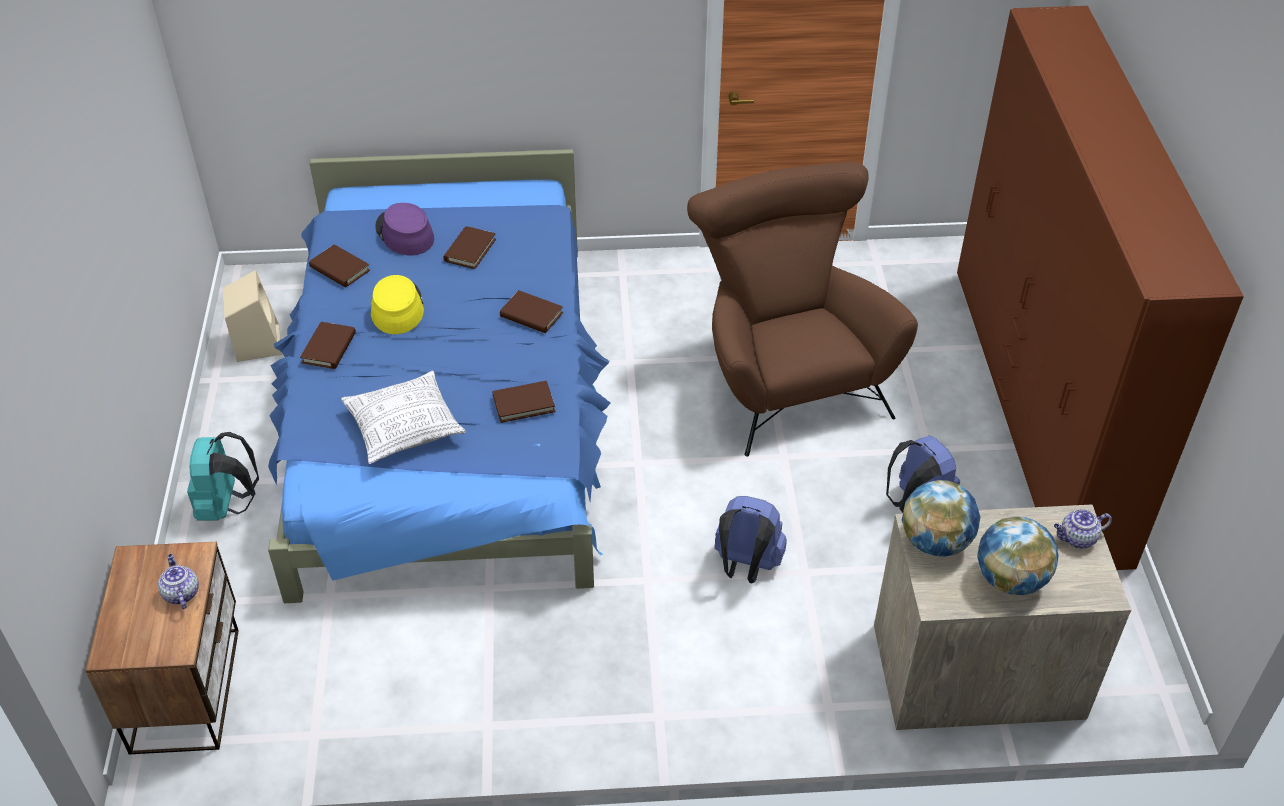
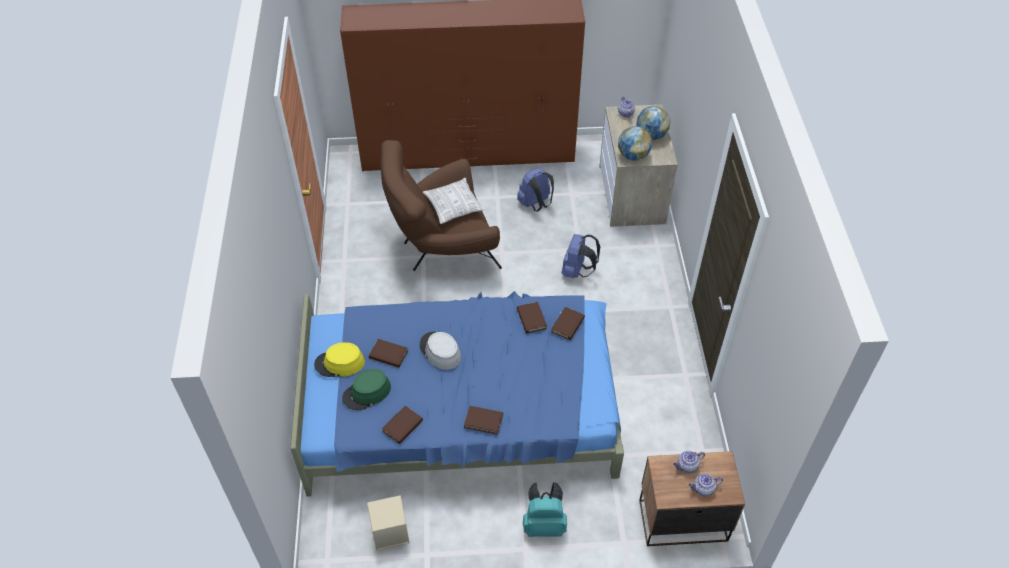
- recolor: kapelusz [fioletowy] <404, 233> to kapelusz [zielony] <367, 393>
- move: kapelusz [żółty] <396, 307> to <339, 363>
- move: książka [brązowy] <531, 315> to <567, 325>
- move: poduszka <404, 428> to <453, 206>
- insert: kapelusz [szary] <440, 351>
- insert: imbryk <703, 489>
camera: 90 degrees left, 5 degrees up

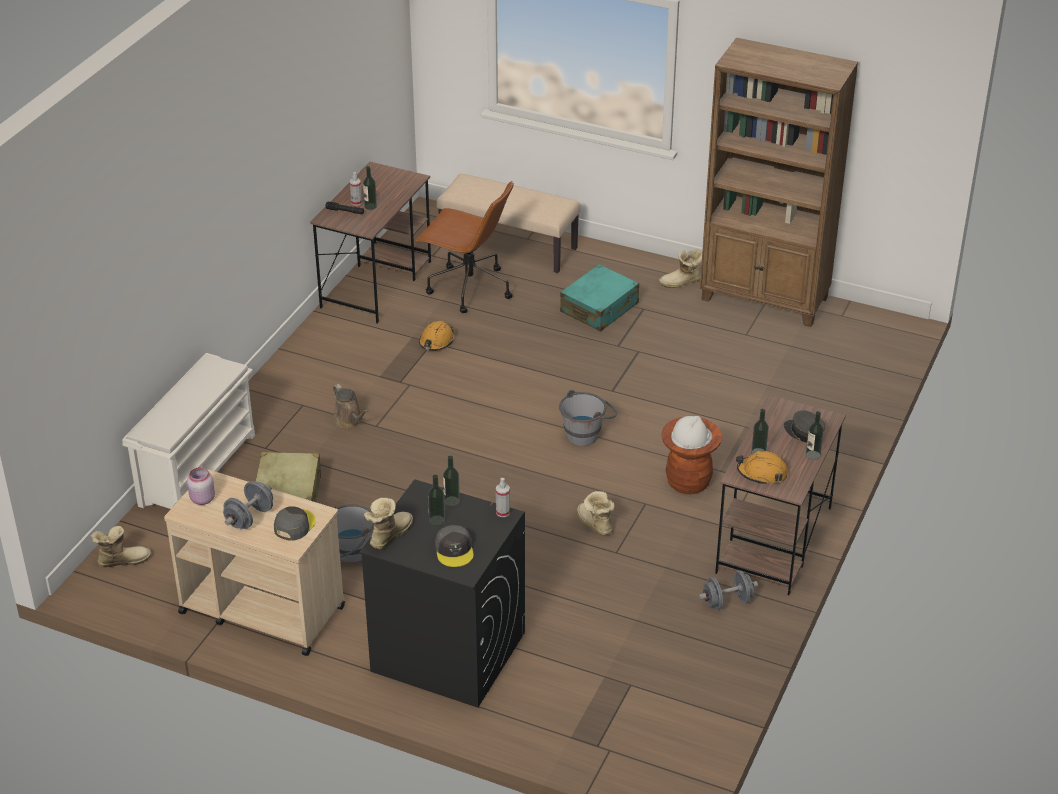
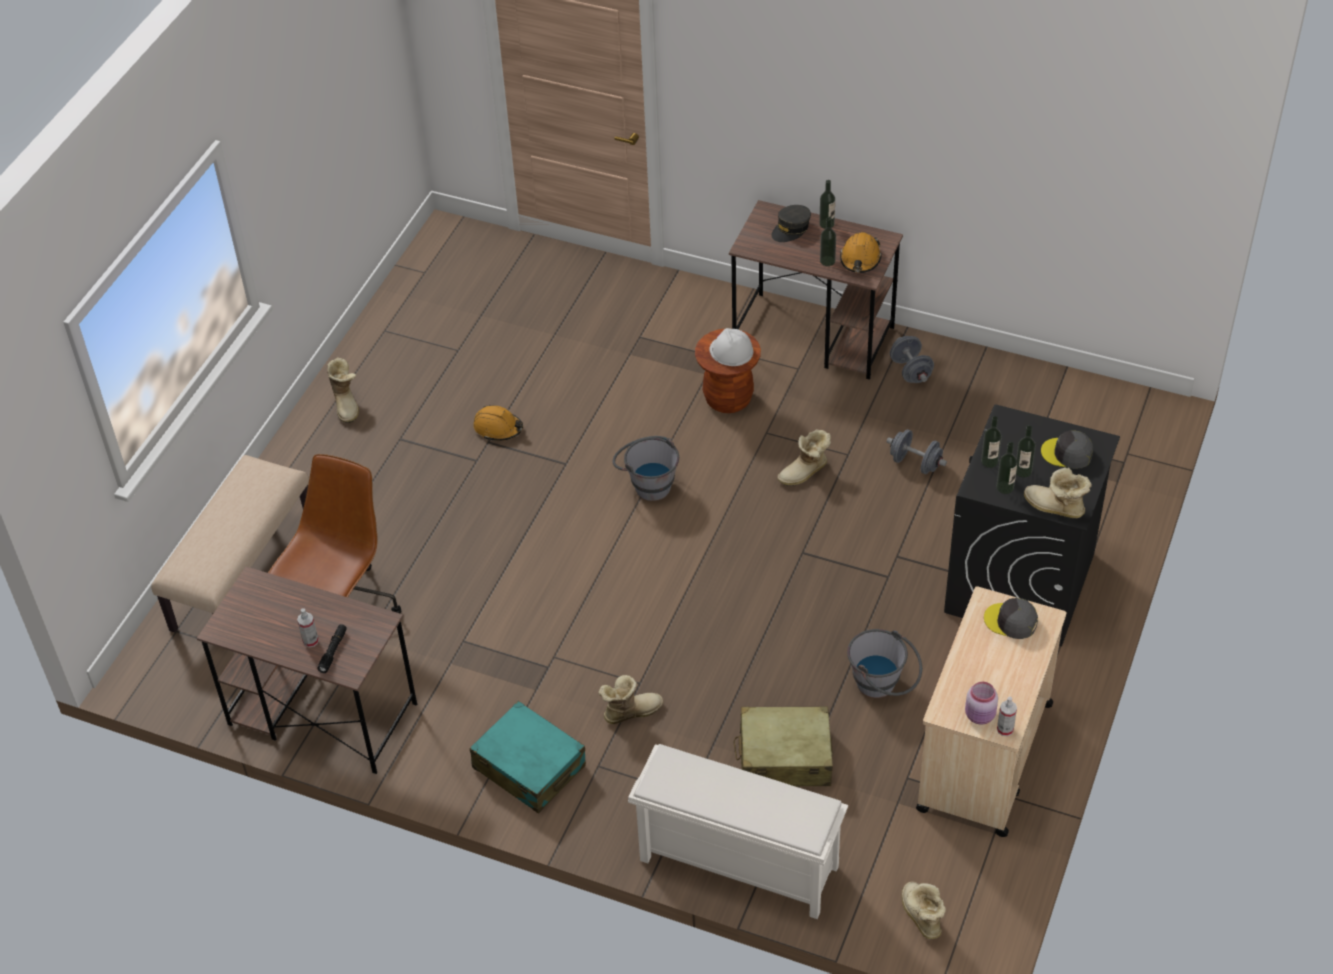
- delete: regał [brązowy] <765, 299>
- move: butelka <370, 206> to <1005, 487>
- move: walizka [turkusowy] <599, 308> to <529, 767>
- move: kask [pomarańczowy] <436, 342> to <498, 428>
- replace: konewka [brązowy] <350, 421> to but z cholewką <630, 711>
- move: spryskiwacz <503, 512> to <1005, 729>
- move: hantel [szary] <249, 518> to <915, 463>
- rotate: czapka z daszkiem [szary] <454, 550> = <1067, 453> 150 degrees counterclockwise
camera: 90 degrees left, 10 degrees up

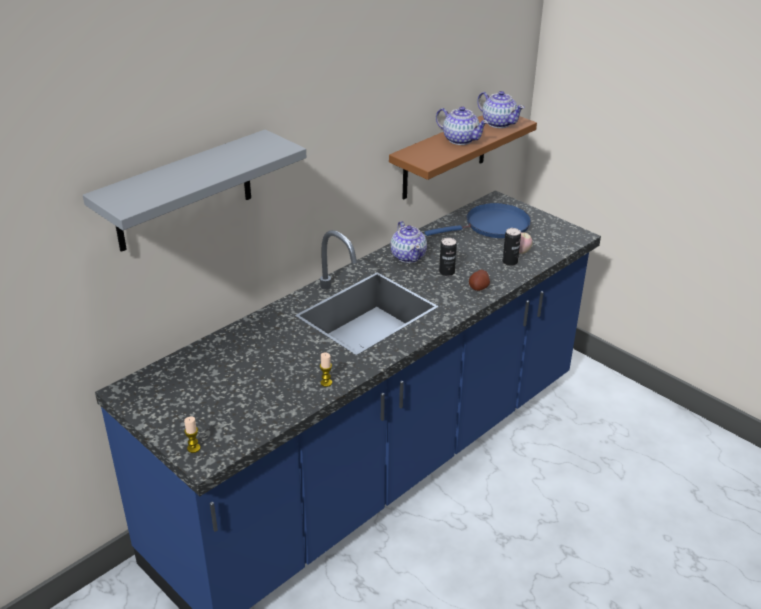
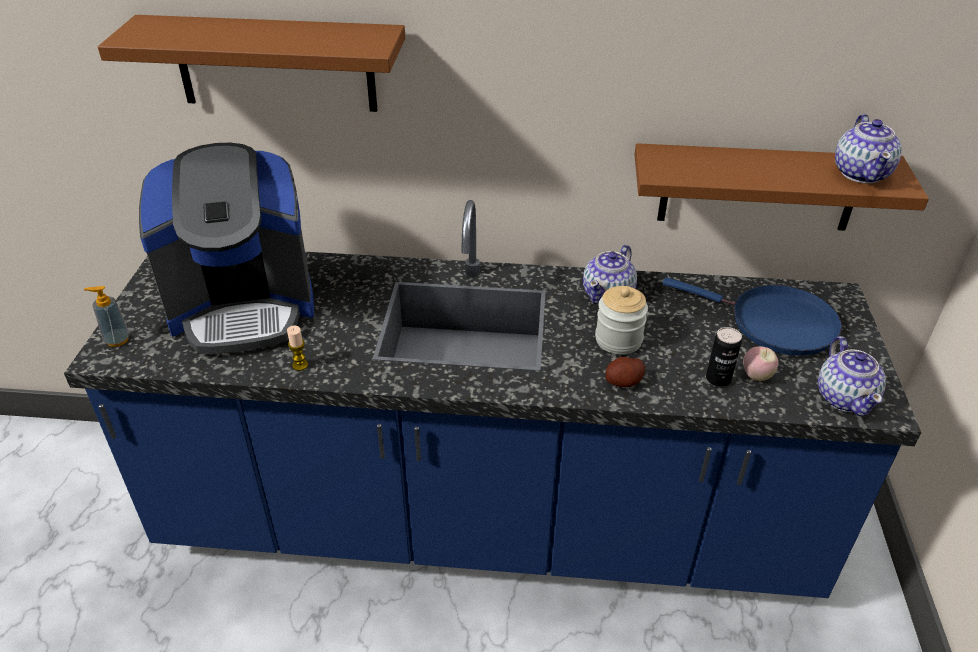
- move: imbryk <460, 139> to <845, 397>
- recolor: półka [szary] <184, 191> to półka [brązowy] <275, 64>
- replace: puszka <446, 272> to słoik <618, 340>
- replace: świeca <193, 448> to dozownik mydła <117, 340>
- insert: ekspres do kawy <244, 308>
camera: 50 degrees right, 5 degrees up

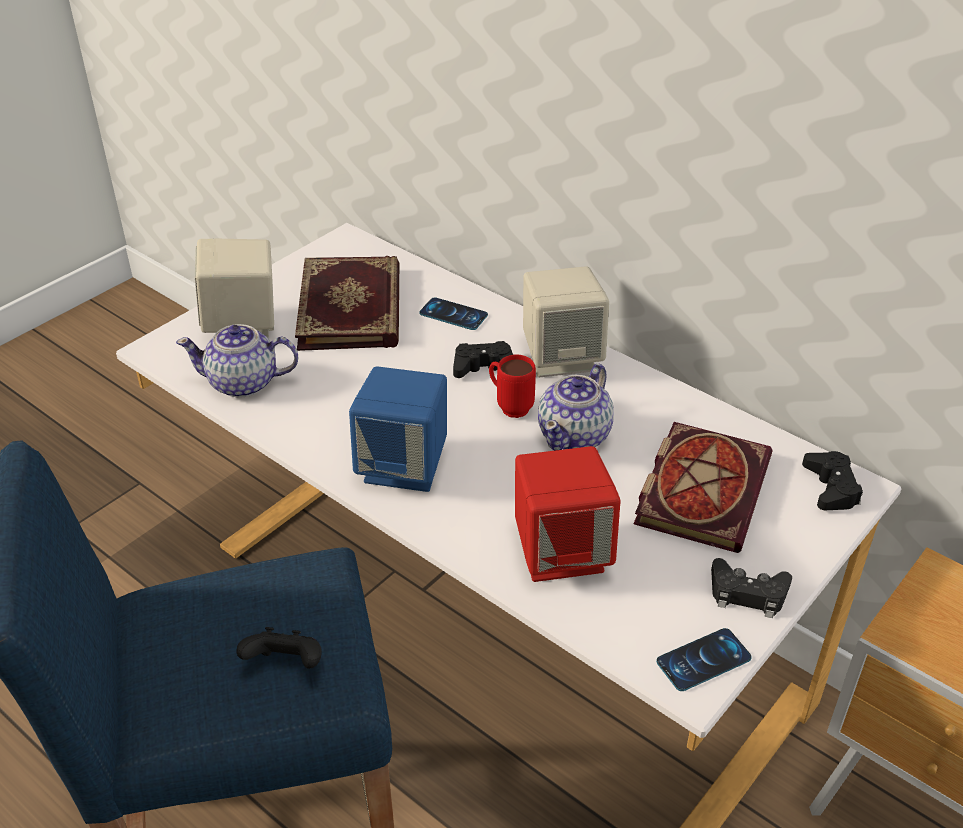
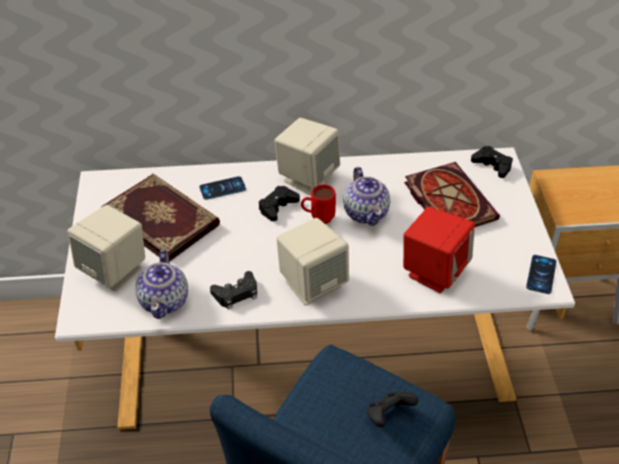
- rotate: imbryk <244, 383> = <165, 301> 45 degrees counterclockwise
- recolor: głośnik [niebieski] <404, 467> to głośnik [beżowy] <312, 284>
- move: pad do gier [czarny] <747, 594> to <236, 294>
camera: 45 degrees left, 5 degrees up

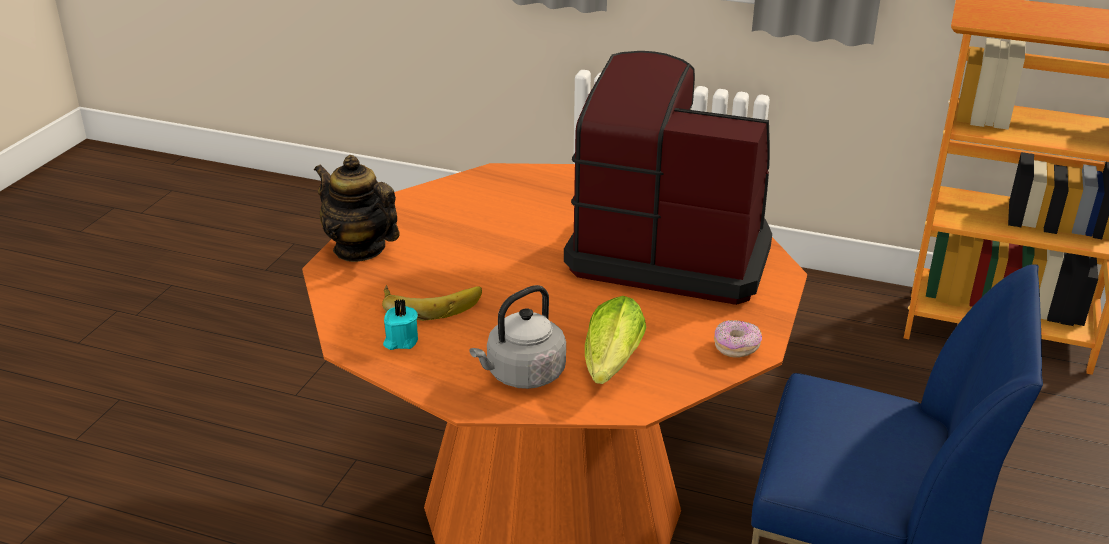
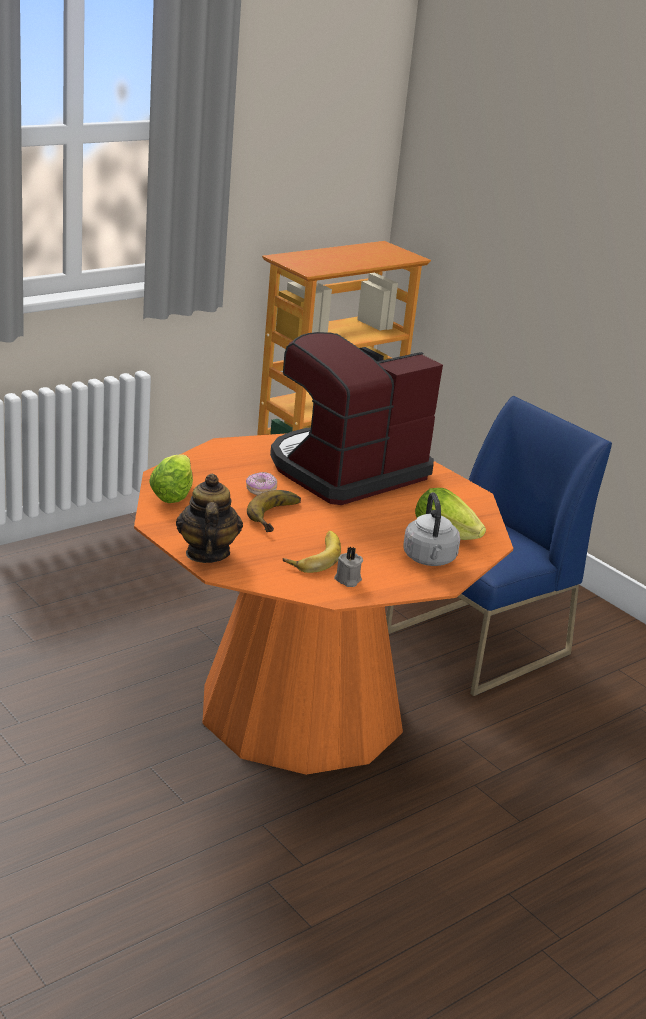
- rotate: imbryk <359, 249> = <207, 553> 105 degrees clockwise
- recolor: świeca [turkusowy] <400, 341> to świeca [szary] <347, 580>
- move: donut <736, 347> to <261, 490>
- insert: sałata <174, 492>
- insert: banan <280, 517>
camera: 60 degrees left, 5 degrees down

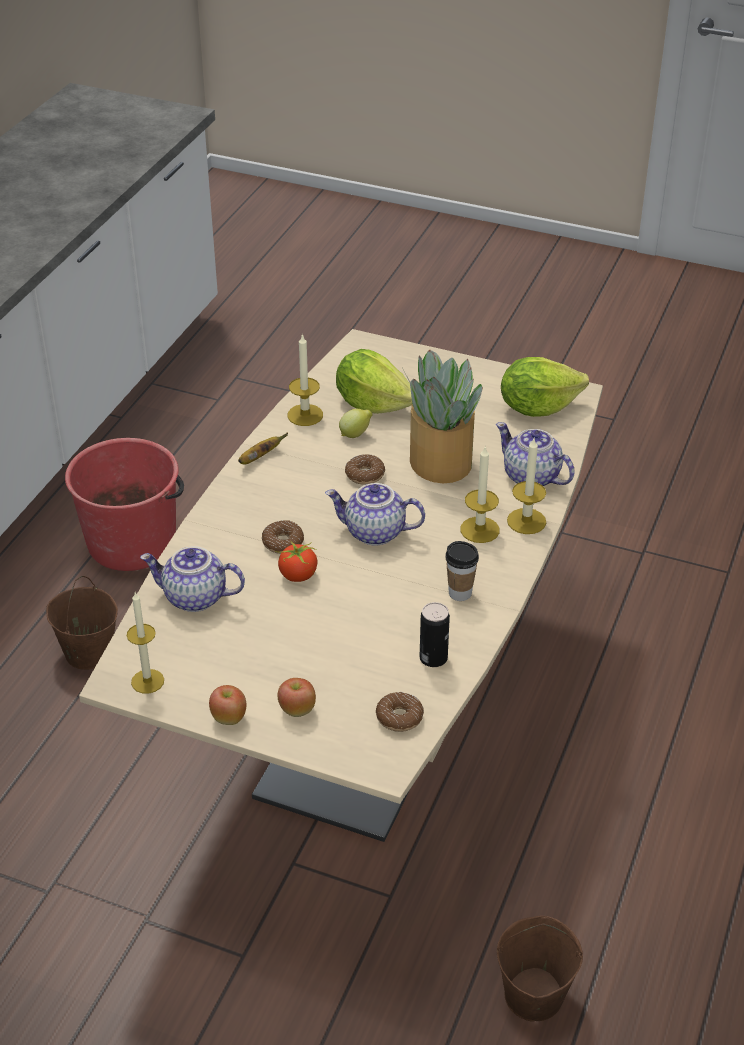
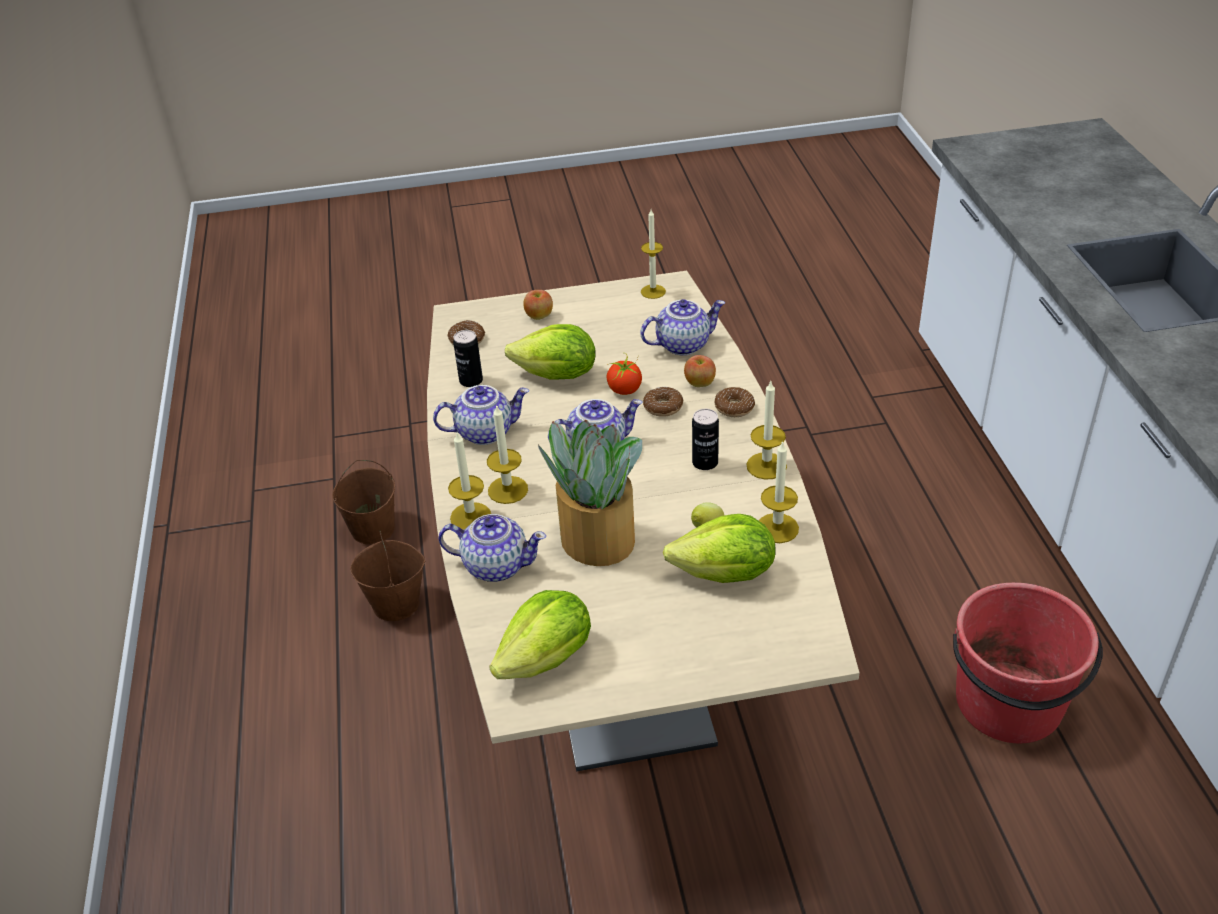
- replace: banan <260, 457> to świeca <766, 466>
- move: donut <365, 475> to <734, 407>
- replace: filiżanka <460, 593> to imbryk <485, 431>
- move: wiadro [brązowy] <88, 653> to <397, 604>
- move: jabłko <229, 718> to <699, 384>
- insert: sałata <557, 375>
- insert: puszka <705, 462>
camera: 150 degrees right, 0 degrees up

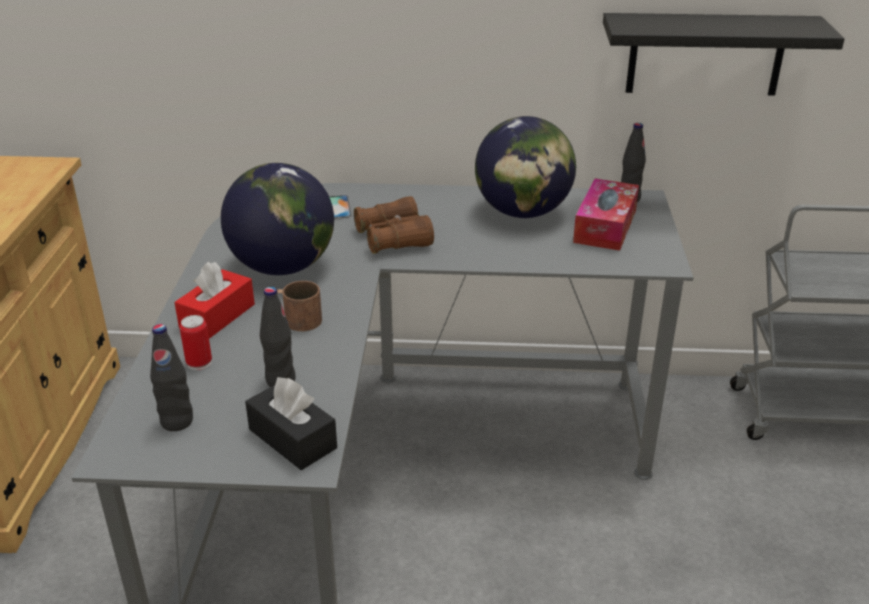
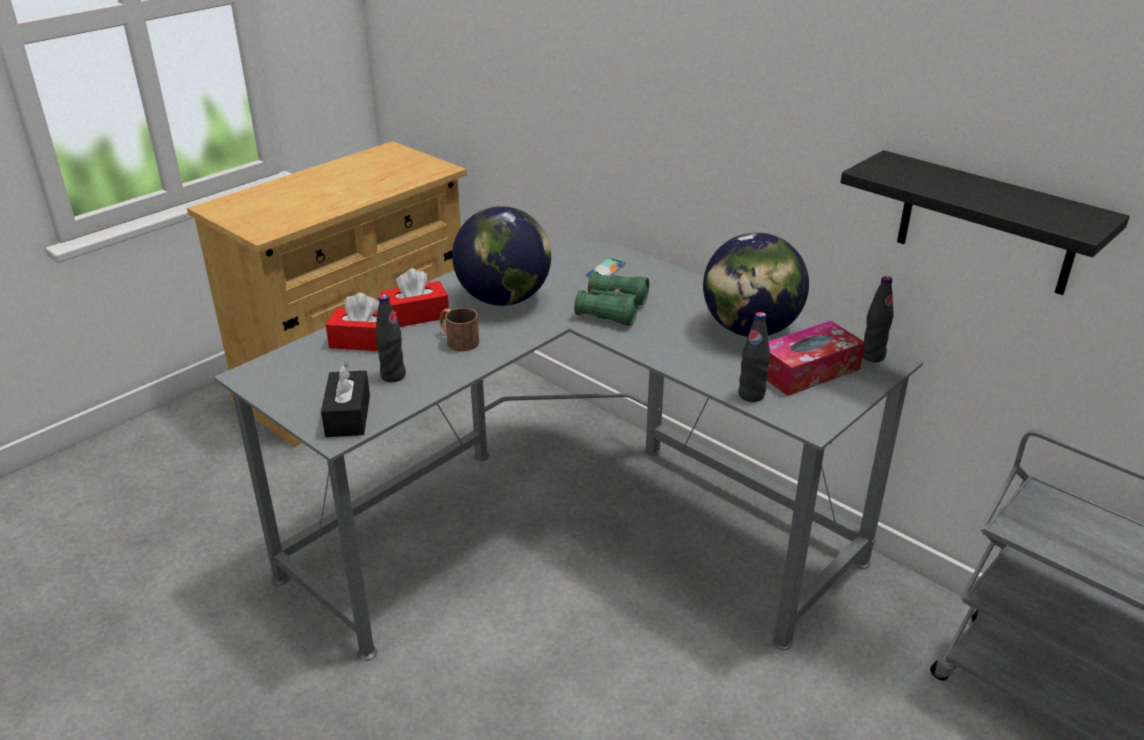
- recolor: lornetka [brązowy] <393, 238> to lornetka [zielony] <612, 309>
- replace: puszka <199, 363> to pudełko chusteczek [czerwony] <364, 341>
- move: butelka [czarny] <177, 422> to <751, 395>
camera: 40 degrees right, 0 degrees up

